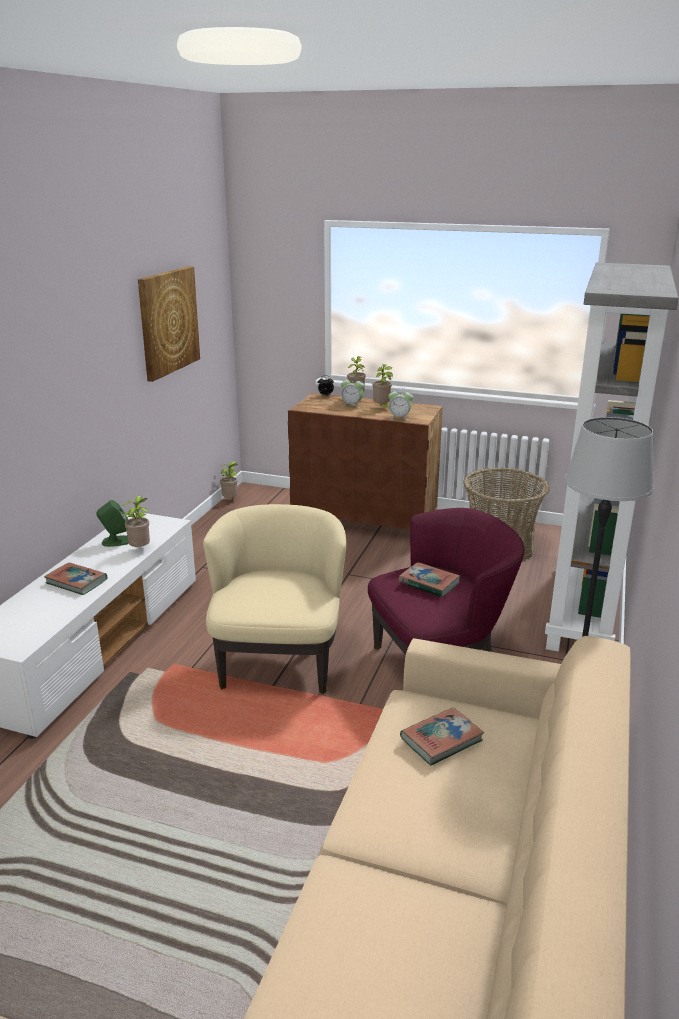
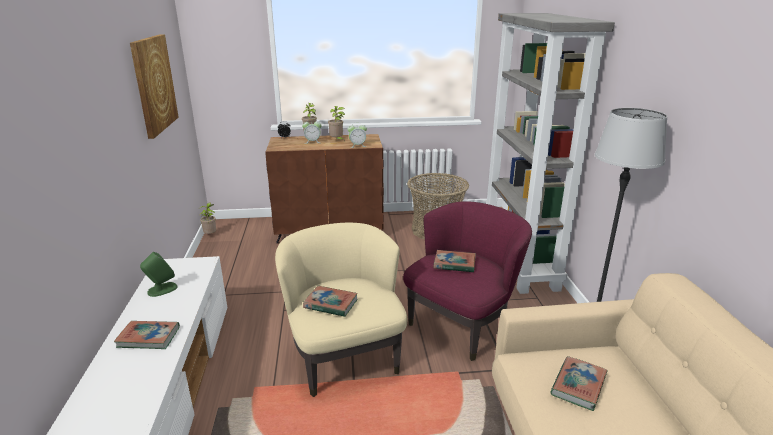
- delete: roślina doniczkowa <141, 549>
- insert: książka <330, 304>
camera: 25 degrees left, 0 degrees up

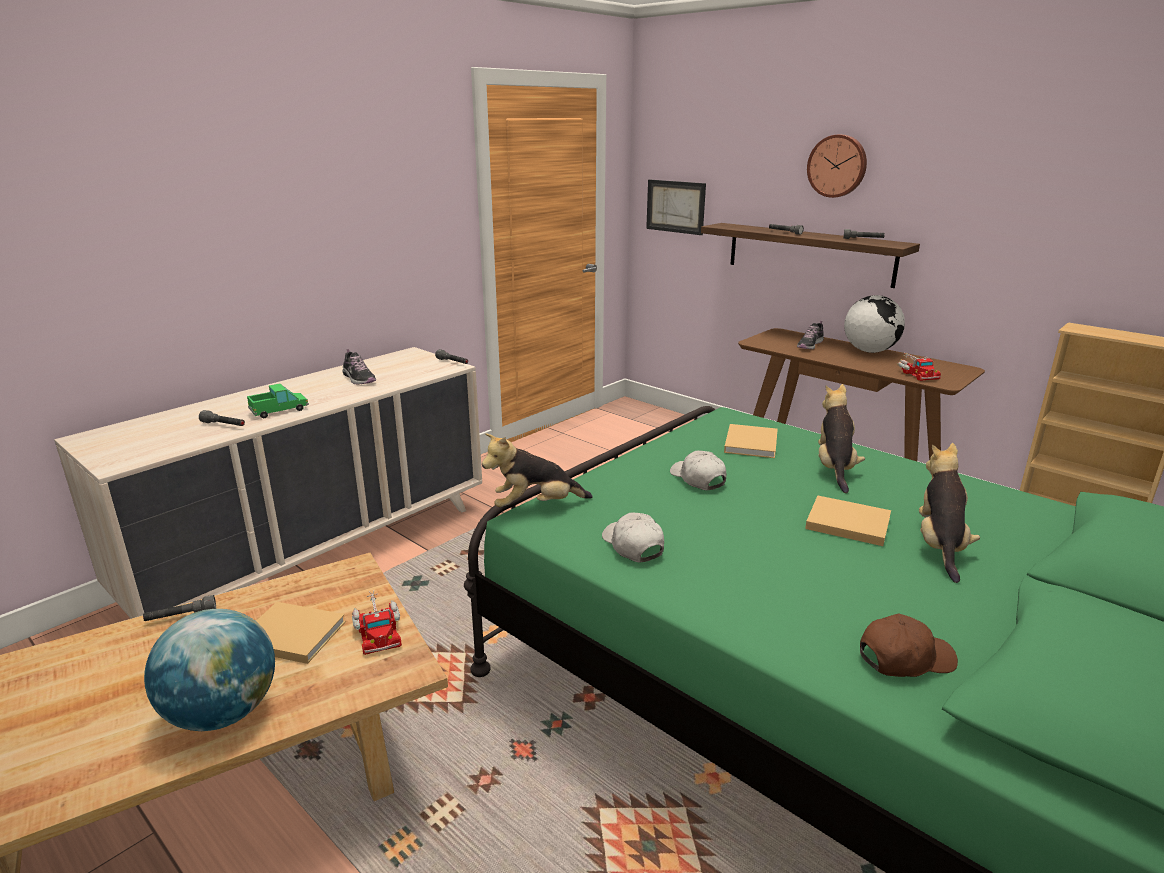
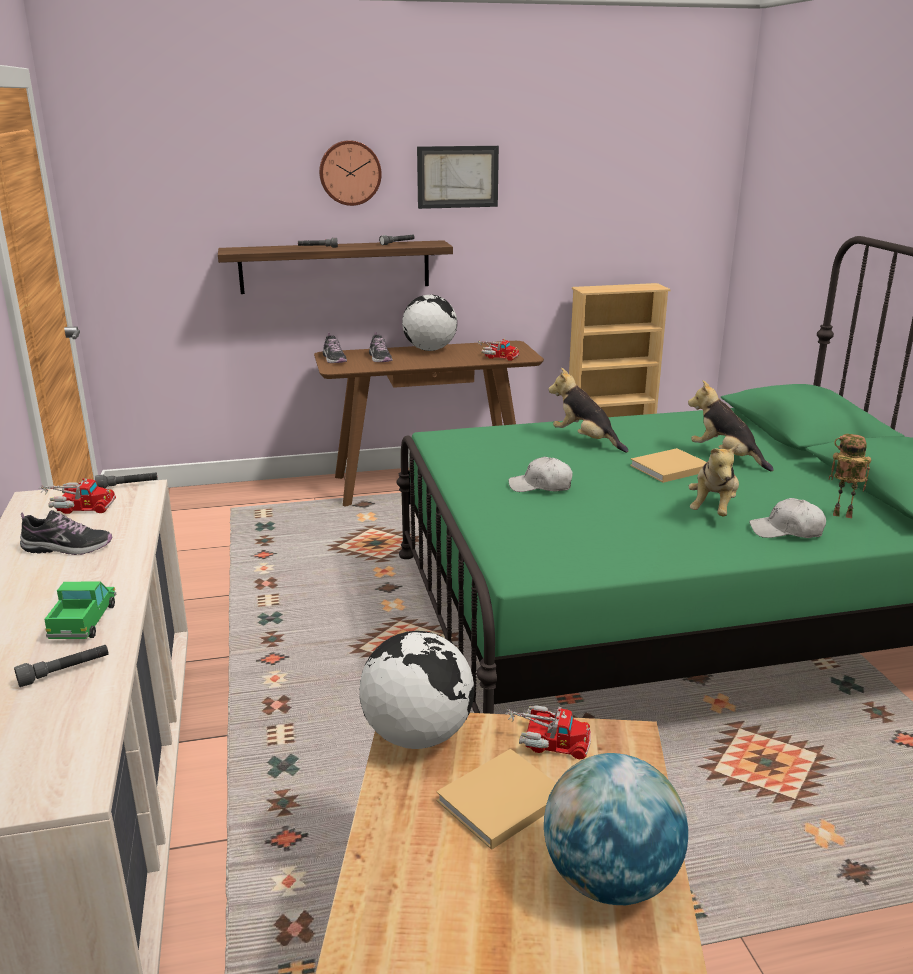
- move: obraz <675, 206> to <457, 177>
- delete: książka [beżowy] <751, 442>
- move: pluszak <535, 506> to <713, 509>
- move: czapka z daszkiem [biały] <632, 545> to <786, 531>
- delete: latarka [szary] <181, 616>
- replace: czapka z daszkiem [brązowy] <904, 658> to robot zabawkowy <840, 516>
- insert: but <334, 359>
- insert: ciężarówka zabawkowa <78, 507>
- insert: globus <417, 735>
camera: 55 degrees left, 0 degrees up

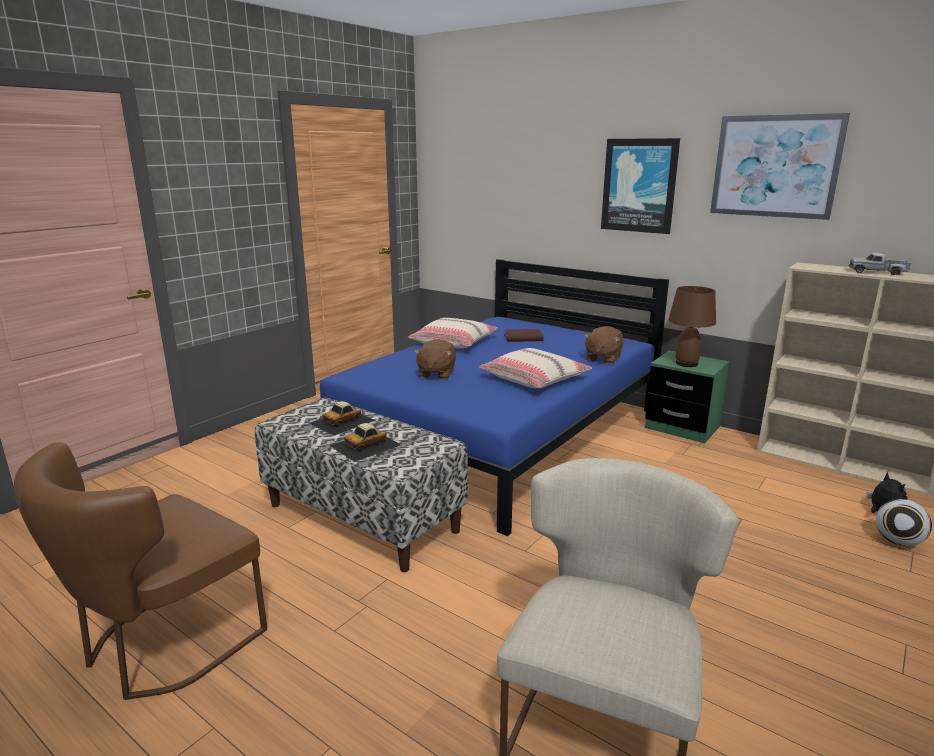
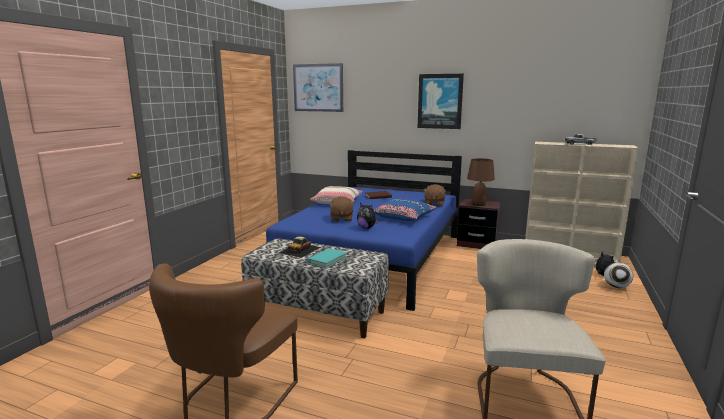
- move: obraz <775, 166> to <318, 88>
- recolor: poduszka [beżowy] <534, 379> to poduszka [niebieski] <404, 217>
- recolor: szafka nocna [zielony] <682, 427> to szafka nocna [brązowy] <477, 244>
- replace: samochodzik <366, 445> to książka [turkusowy] <327, 260>
- insert: pluszak <367, 228>
camera: 15 degrees left, 5 degrees down

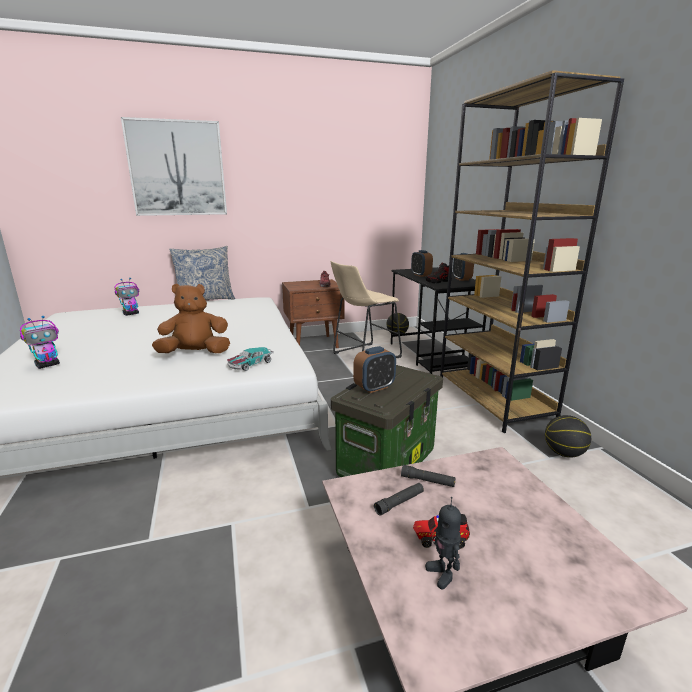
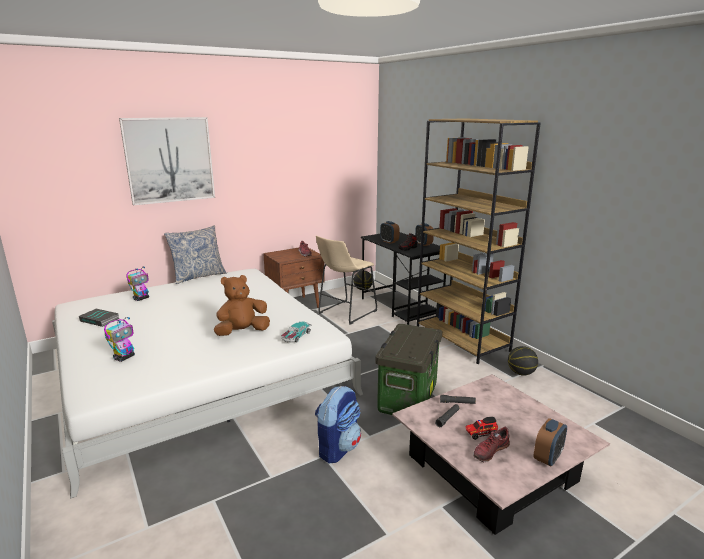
- move: budzik <374, 387> to <548, 457>
- replace: robot zabawkowy <442, 574> to but <490, 451>
- insert: książka <100, 320>
- insert: plecak <338, 448>
camera: 15 degrees left, 0 degrees up

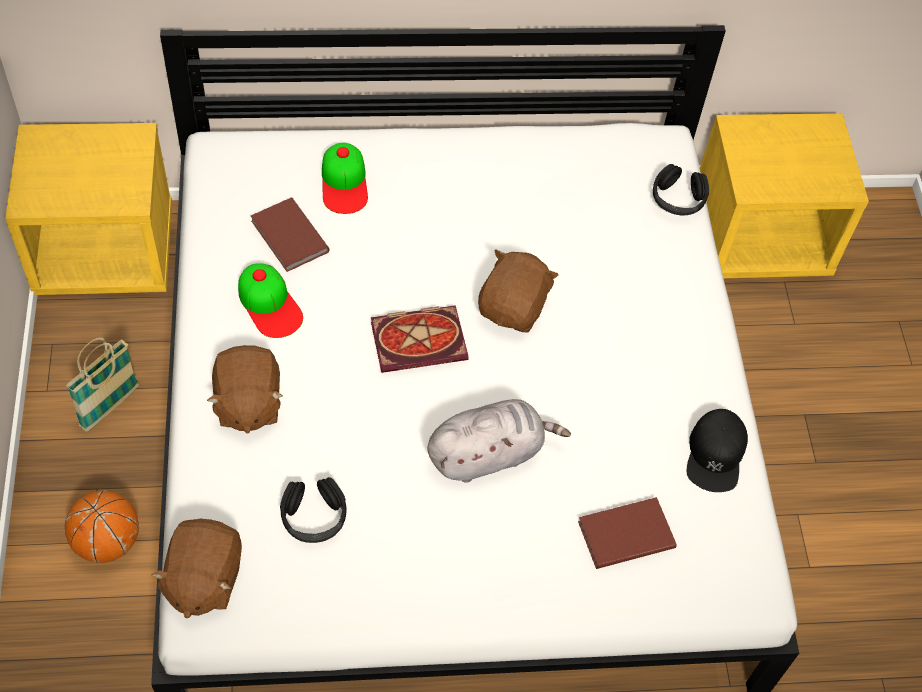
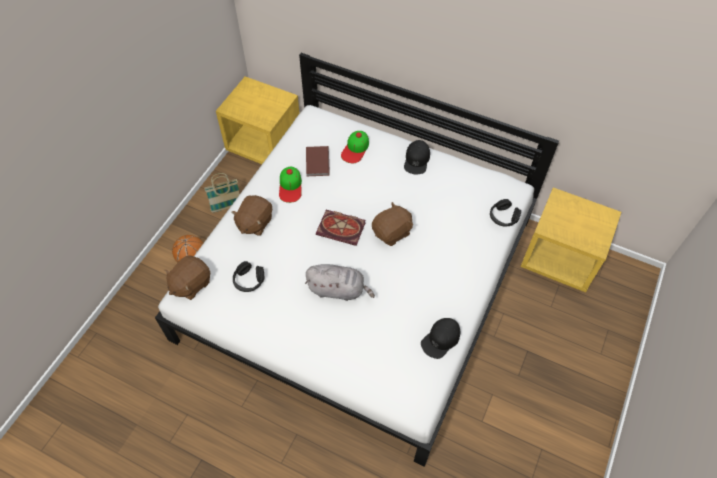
- delete: książka [brązowy] <624, 533>
- insert: czapka z daszkiem [czarny] <417, 160>
camera: 35 degrees right, 0 degrees up

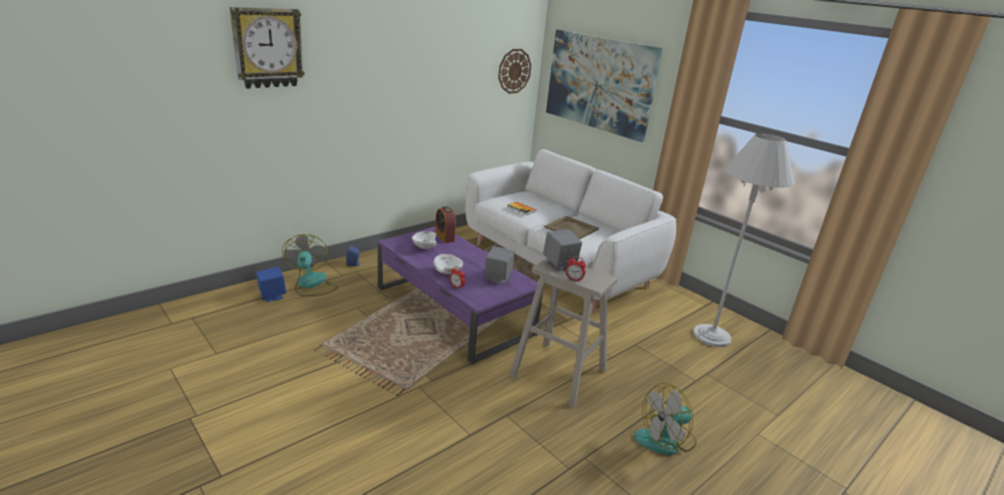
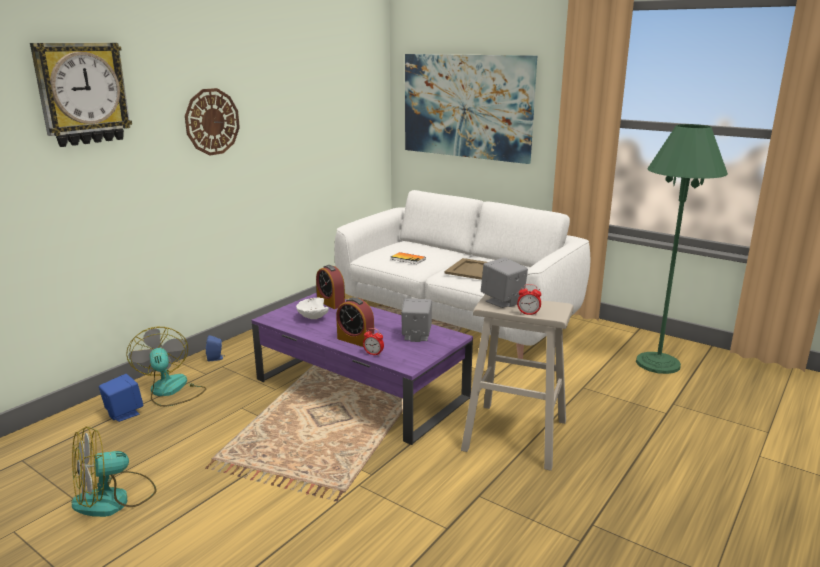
- move: zegar ścienny <514, 71> to <212, 121>
- recolor: lampa stojąca [biały] <711, 336> to lampa stojąca [zielony] <658, 363>
- replace: miska [biały] <448, 272> to budzik <355, 340>
- move: wentylator <665, 440> to <114, 499>
camera: 10 degrees left, 5 degrees down

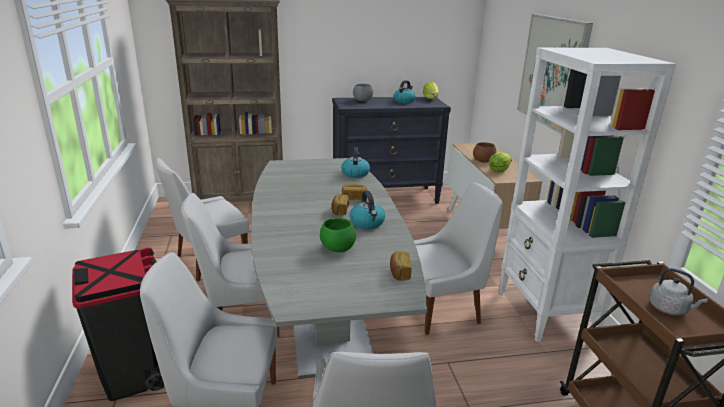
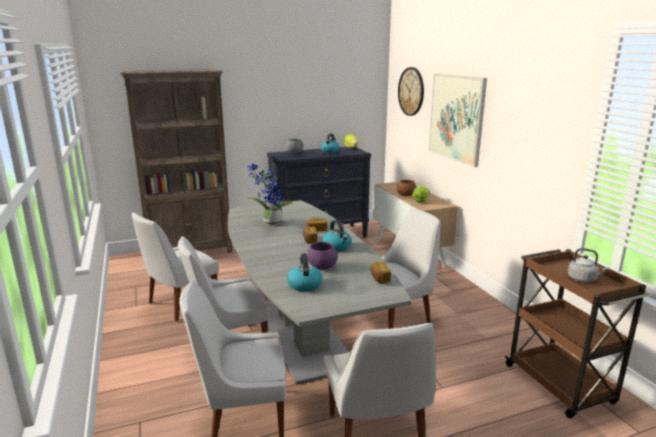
- delete: regał [biały] <546, 313>
- move: czajnik <355, 173> to <304, 285>
- recolor: miska [zielony] <338, 248> to miska [fioletowy] <322, 267>
- delete: kosz na śmieci [czarny] <134, 373>
- insert: zegar ścienny <411, 91>
- insert: roślina doniczkowa <270, 223>
camera: 10 degrees left, 5 degrees down

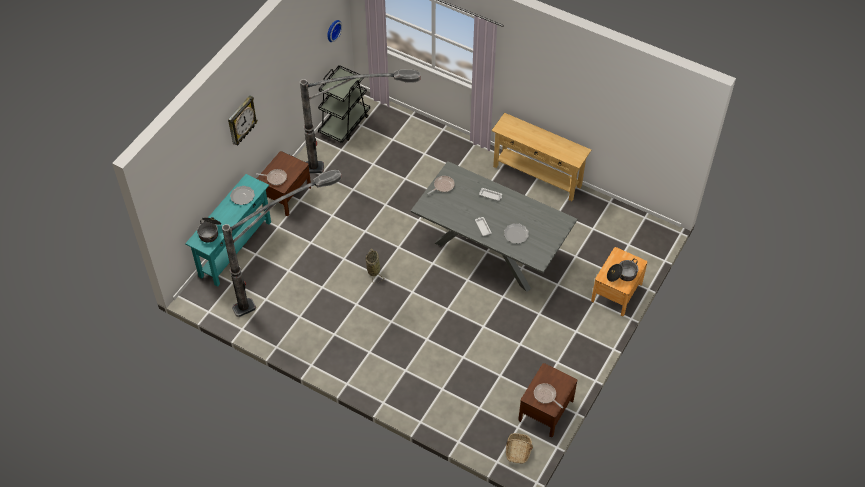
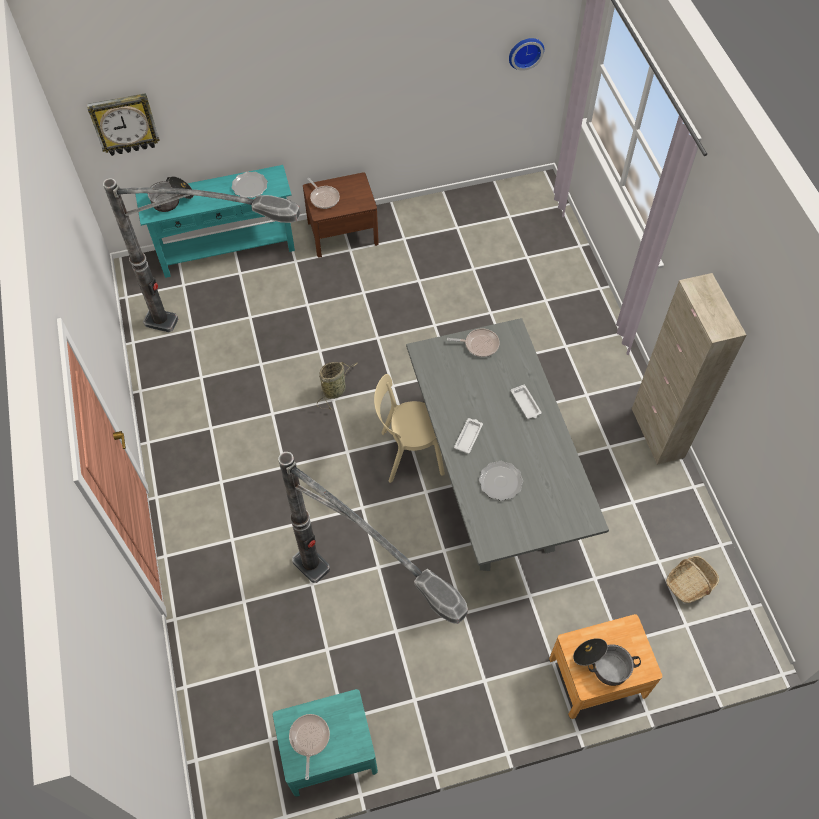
- delete: wózek [czarny] <344, 124>
- move: lampa stojąca <362, 168> to <372, 624>
- move: zegar ścienny <241, 121> to <124, 124>
- replace: stolik konsolowy [beżowy] <537, 176> to szafka [beżowy] <657, 433>
- recolor: szafka nocna [brązowy] <546, 410> to szafka nocna [turkusowy] <329, 751>
- move: koszyk <518, 451> to <690, 583>
- insert: krzesło [beżowy] <408, 453>
camera: 45 degrees right, 5 degrees up

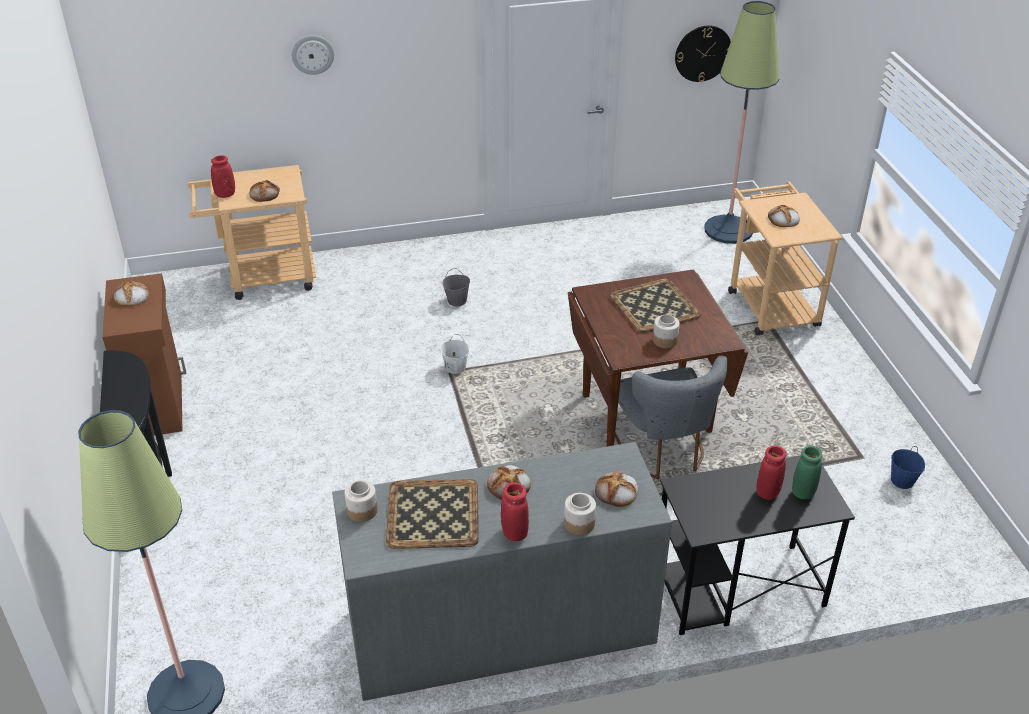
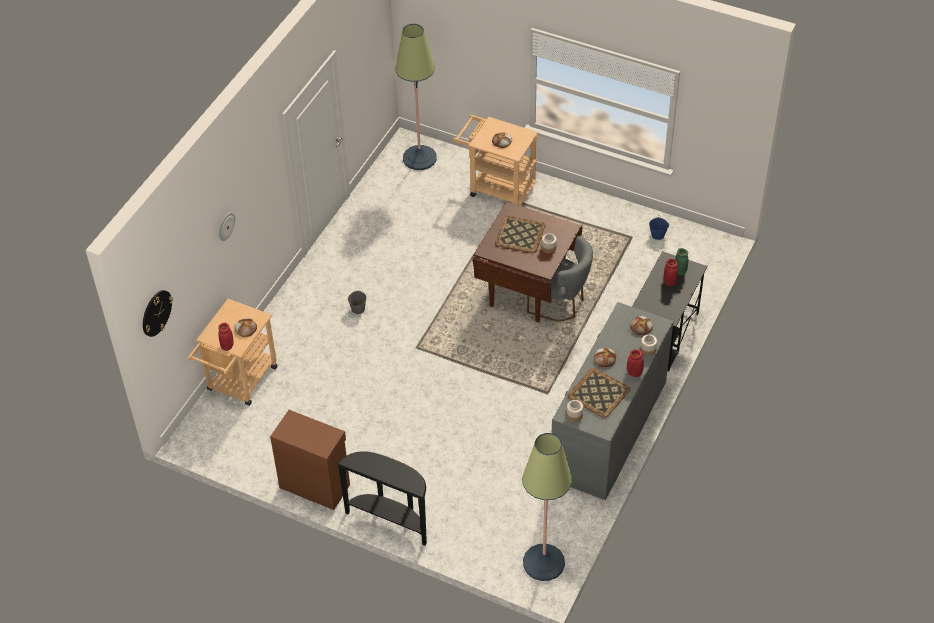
- move: zegar ścienny <702, 53> to <156, 313>
- delete: chleb <131, 297>
- delete: wiadro [biały] <455, 368>
camera: 50 degrees left, 10 degrees up

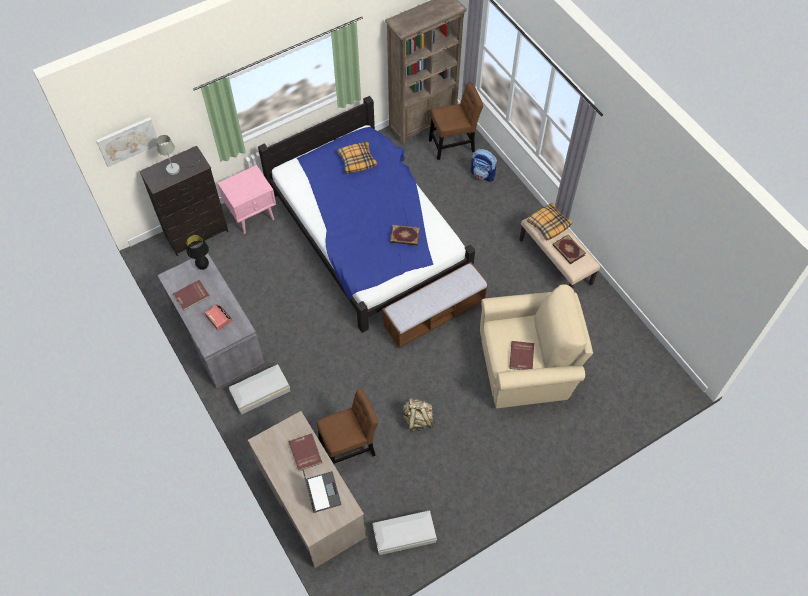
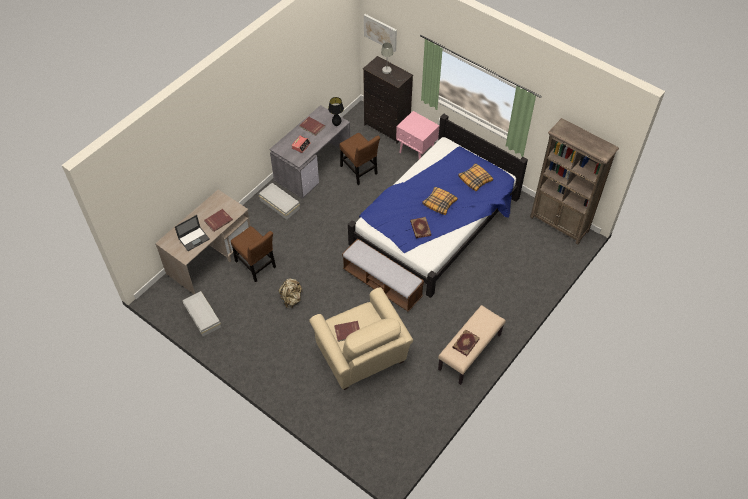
- move: krzesło [brązowy] <454, 144> to <359, 171>
- delete: plecak <483, 174>
- move: poduszka <548, 224> to <439, 203>
camera: 70 degrees right, 5 degrees down

